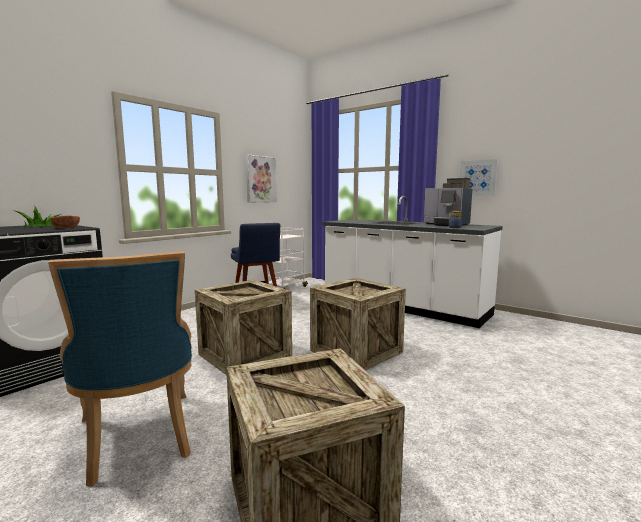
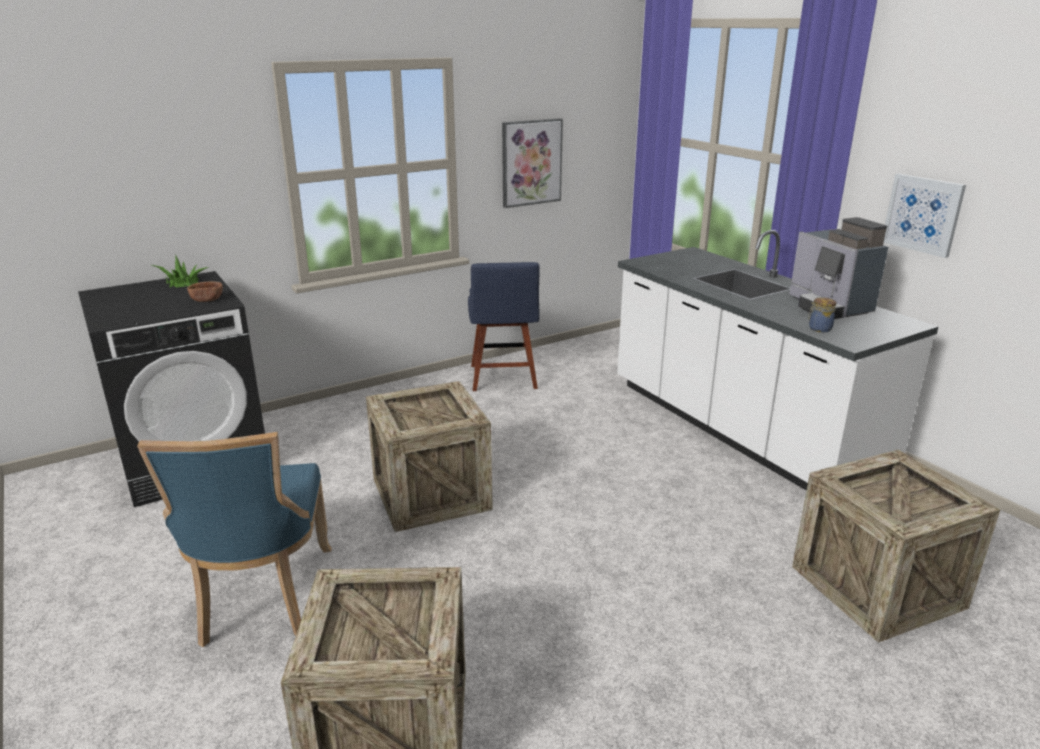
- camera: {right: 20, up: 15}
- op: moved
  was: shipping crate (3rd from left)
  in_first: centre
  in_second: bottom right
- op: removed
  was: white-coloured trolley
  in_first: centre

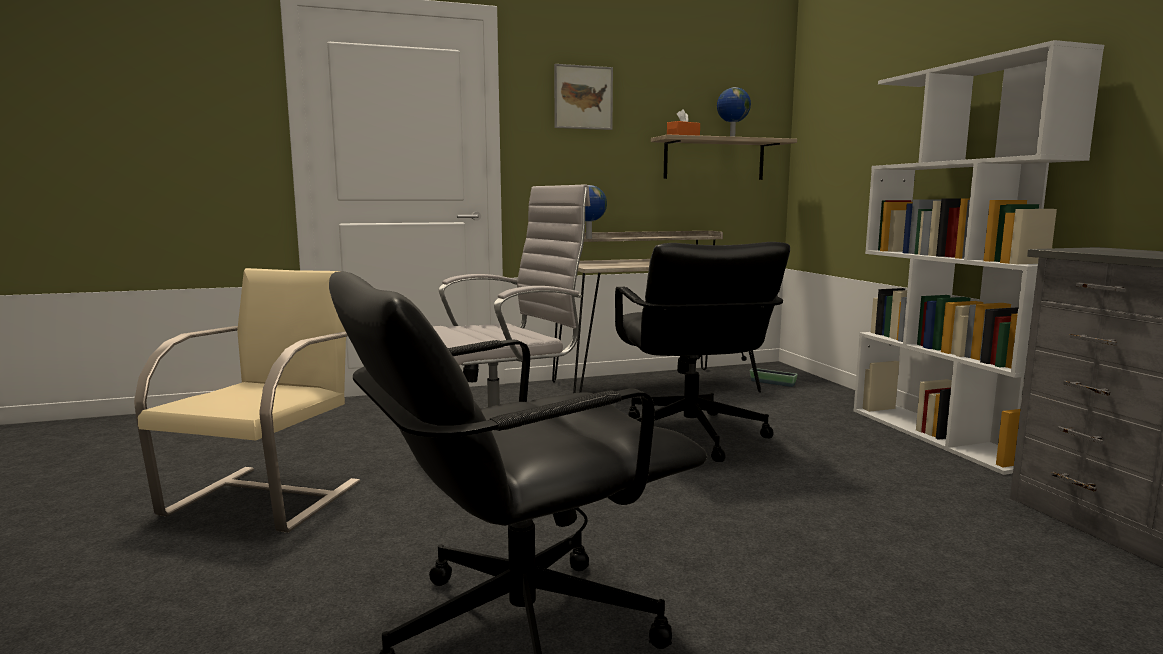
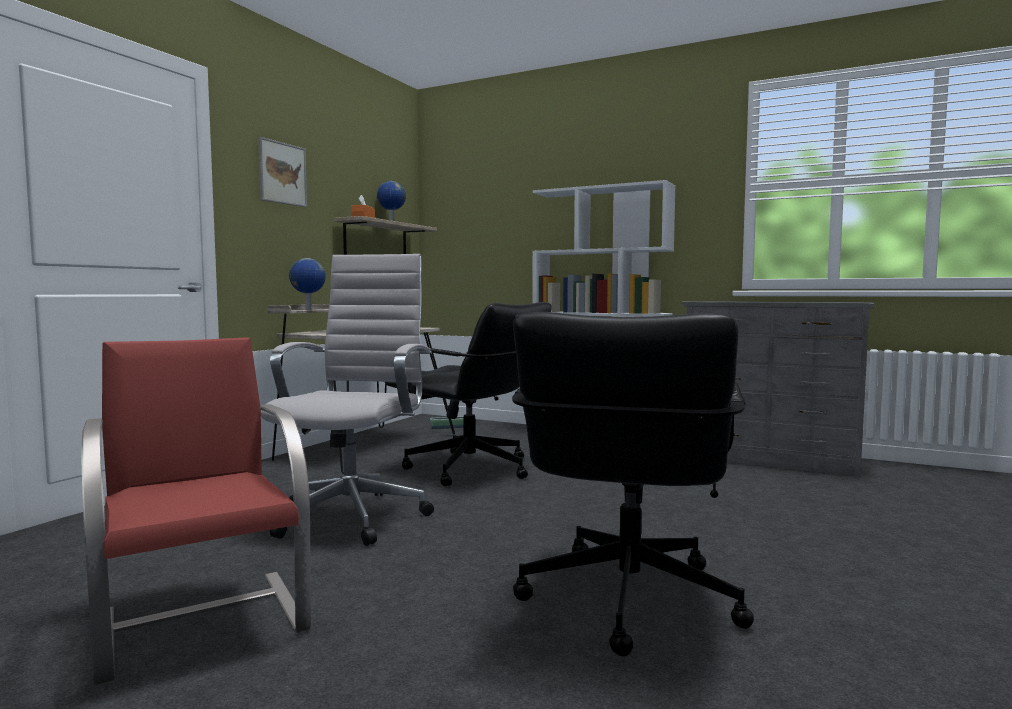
- camera: {right: -45, up: -5}
- op: recoloured
  was: sand-coloured plain chair
  now: reddish plain chair
  in_first: middle left
  in_second: bottom left

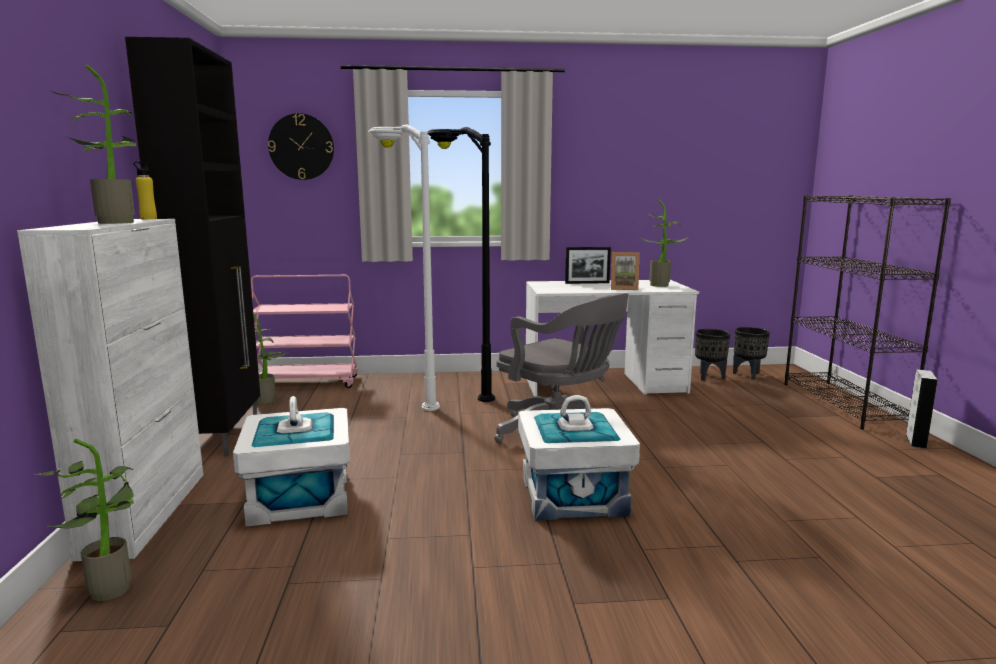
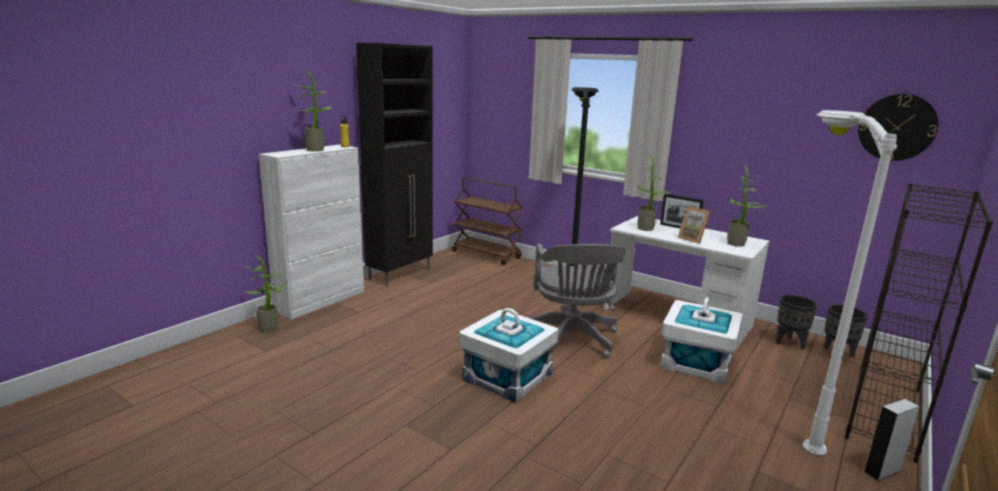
- camera: {right: 40, up: 5}
- op: recoloured
  was: pinkish trolley
  now: brownish trolley
  in_first: middle left
  in_second: centre
- op: moved
  was: plant in a pot (3rd from left)
  in_first: middle left
  in_second: centre
- op: moved
  was: white-coloured storage container (1st from left in the first image)
  now: white-coloured storage container (2nd from left)
  in_first: bottom left
  in_second: bottom right
- op: moved
  was: white-coloured standing lamp
  in_first: centre
  in_second: middle right
- op: moved
  was: clock on the wall
  in_first: top left
  in_second: top right

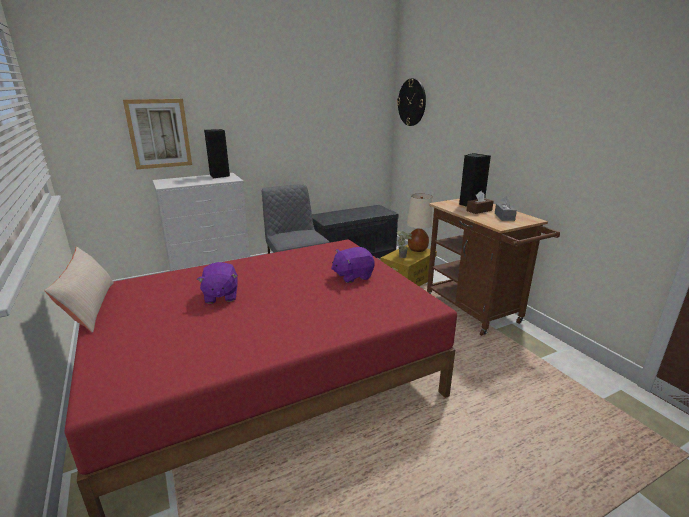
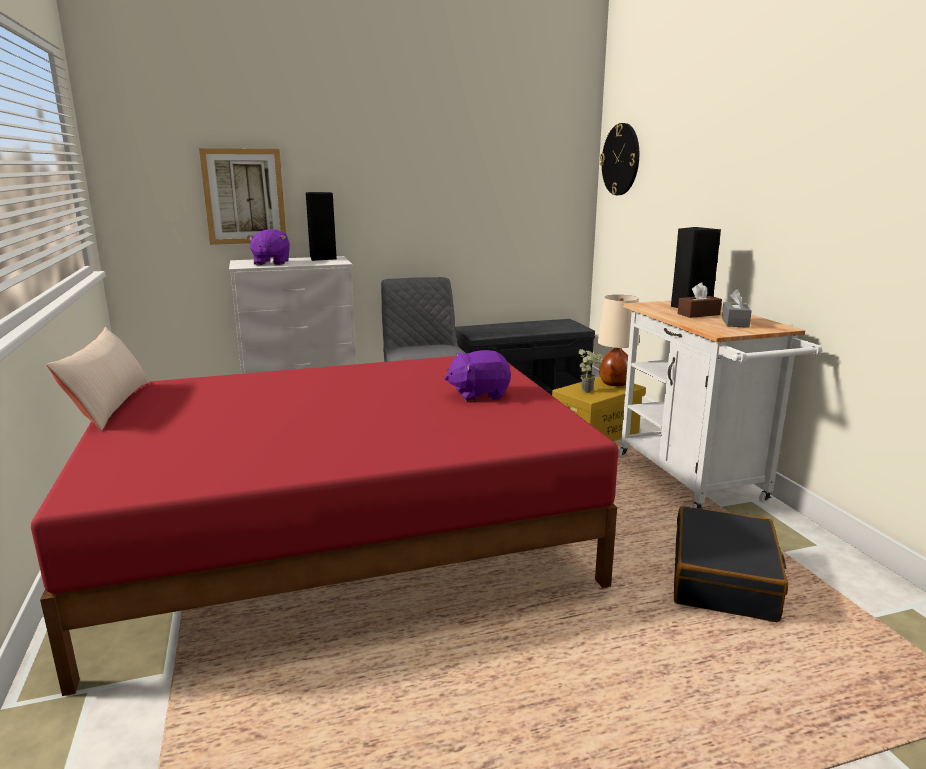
- camera: {right: 10, up: -5}
- op: moved
  was: purplish soft toy (1st from left)
  in_first: middle left
  in_second: top left
- op: recoloured
  was: brownish trolley
  now: white-coloured trolley
  in_first: middle right
  in_second: middle right
- op: added
  now: black-coloured suitcase
  in_second: bottom right

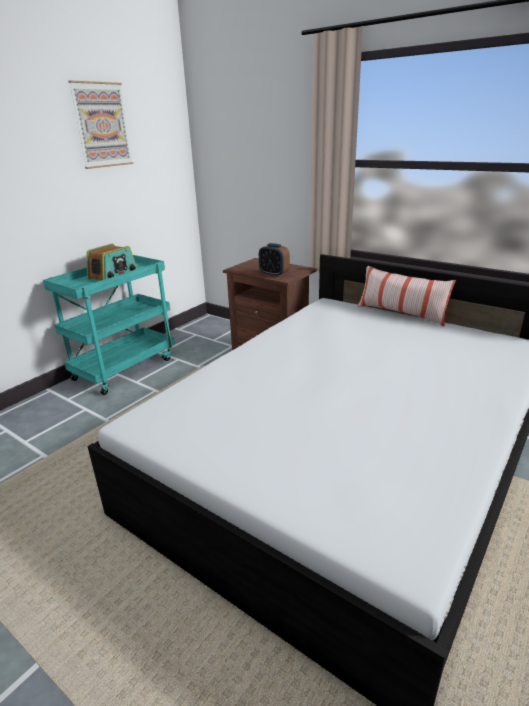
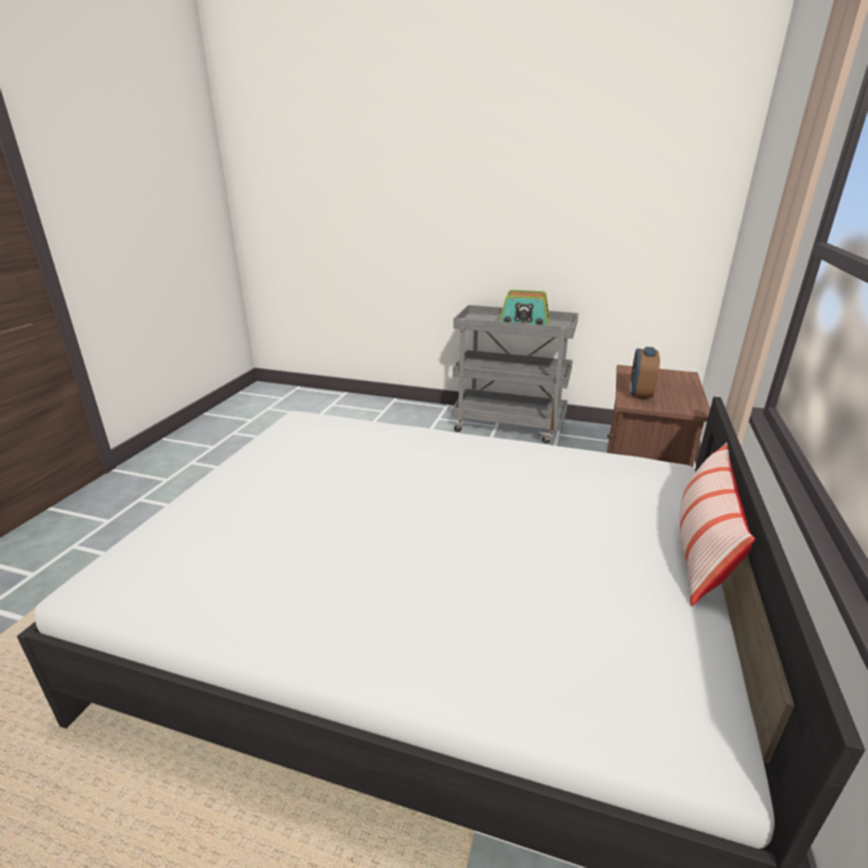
- camera: {right: 70, up: 0}
- op: recoloured
  was: turquoise trolley
  now: greyish trolley
  in_first: middle left
  in_second: centre
- op: removed
  was: picture
  in_first: top left

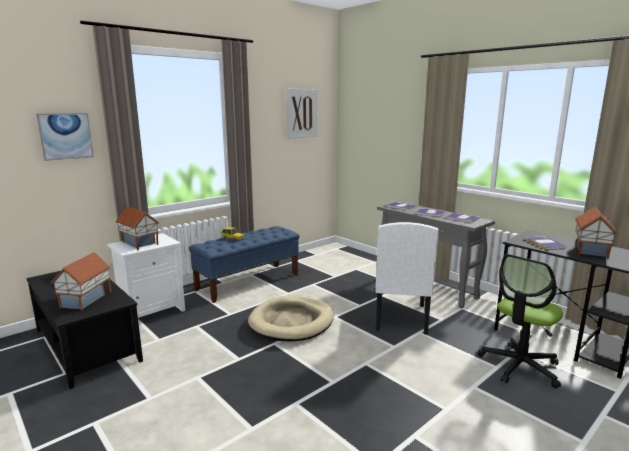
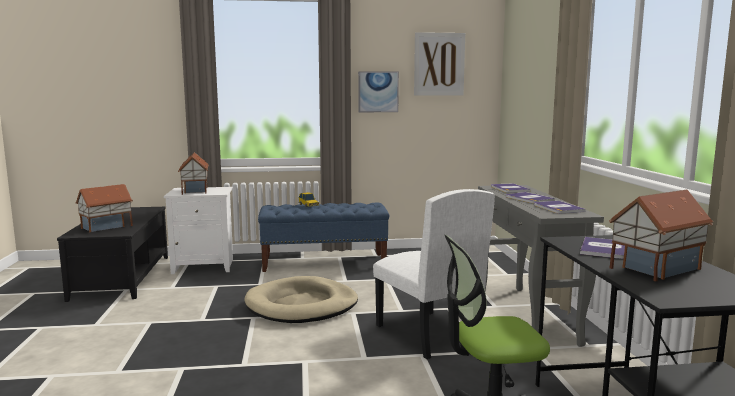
- camera: {right: 35, up: -5}
- op: moved
  was: picture (1st from left)
  in_first: top left
  in_second: top centre
- op: turned
  was: white-coloured plain chair
  in_first: centre
  in_second: bottom centre
  clockwise: -75

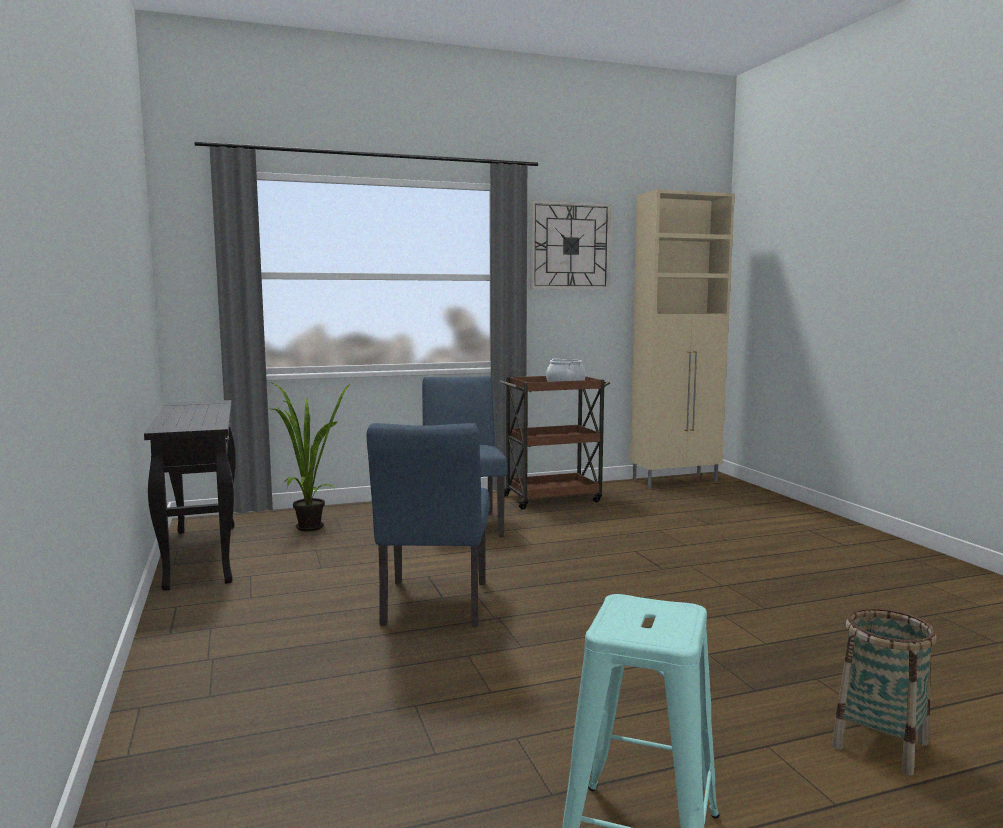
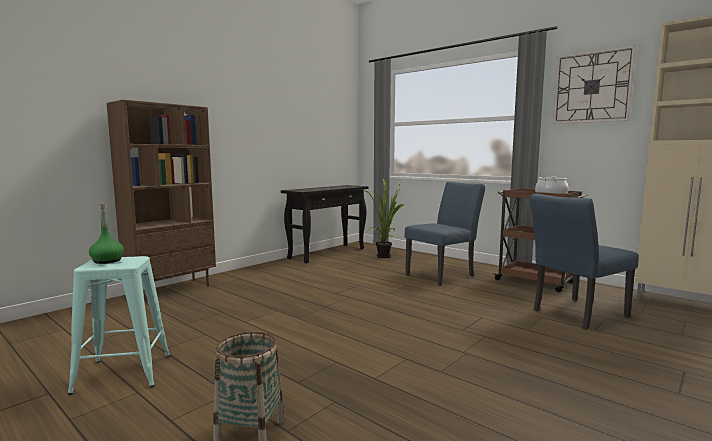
- camera: {right: 60, up: 0}
- op: added
  now: green bottle
  in_second: middle left
- op: added
  now: brownish shelving unit
  in_second: middle left
- op: moved
  was: blue-coloured plain chair (1st from left in the first image)
  now: blue-coloured plain chair (2nd from left)
  in_first: centre
  in_second: middle right

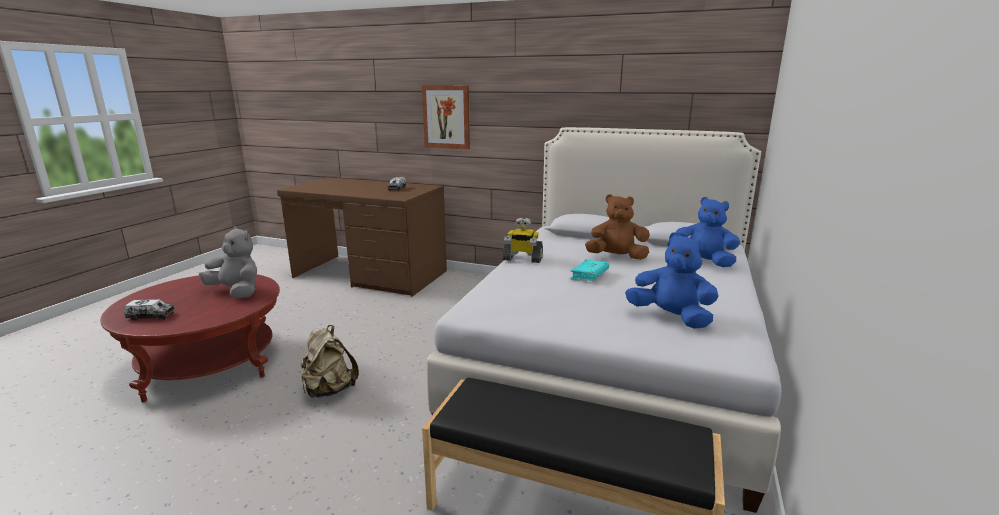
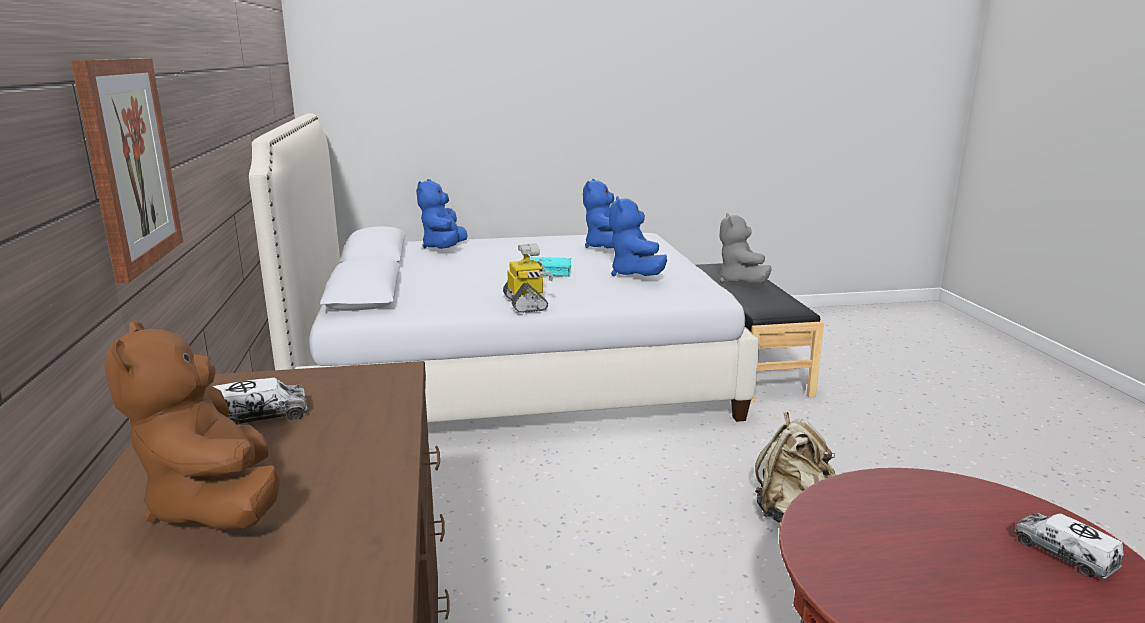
- camera: {right: -120, up: 0}
- op: moved
  was: brownish soft toy
  in_first: centre
  in_second: bottom left
- op: added
  now: blue-coloured soft toy (3rd from left)
  in_second: centre
- op: moved
  was: greyish soft toy
  in_first: middle left
  in_second: centre

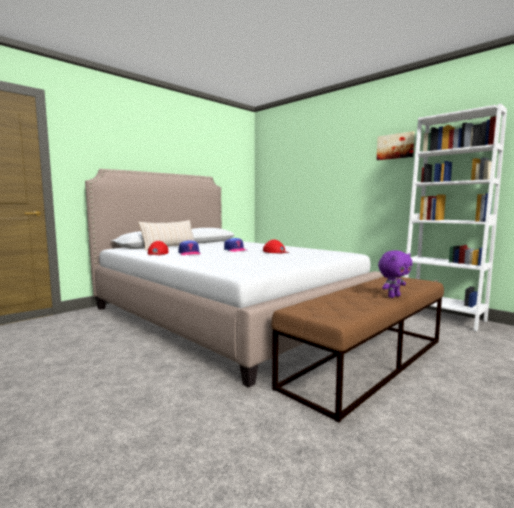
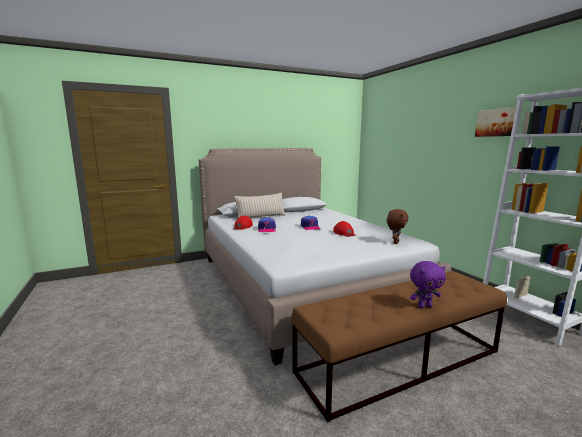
- camera: {right: 20, up: 5}
- op: added
  now: brownish soft toy
  in_second: middle right

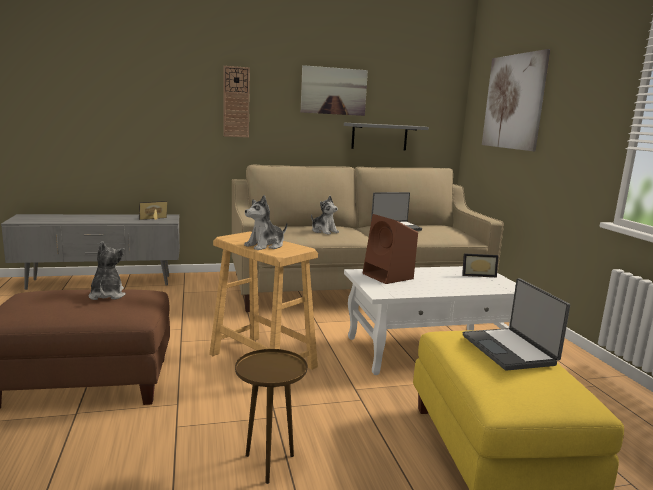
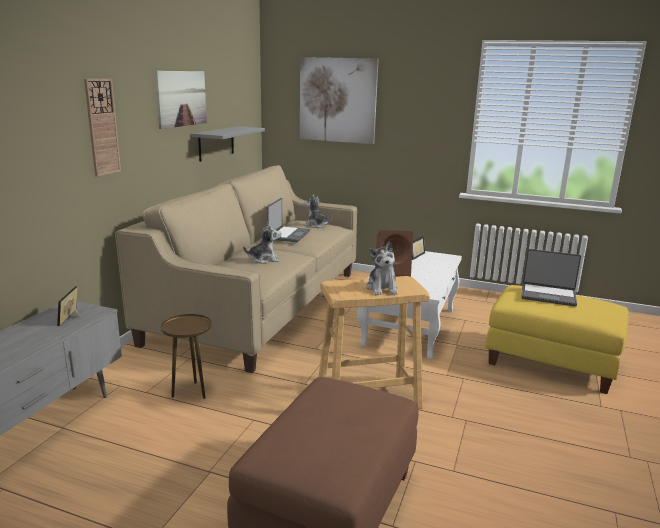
- camera: {right: -55, up: 5}
- op: moved
  was: brownish side table
  in_first: bottom centre
  in_second: bottom left
- op: moved
  was: soft toy (1st from left in the first image)
  now: soft toy (2nd from left)
  in_first: middle left
  in_second: centre

